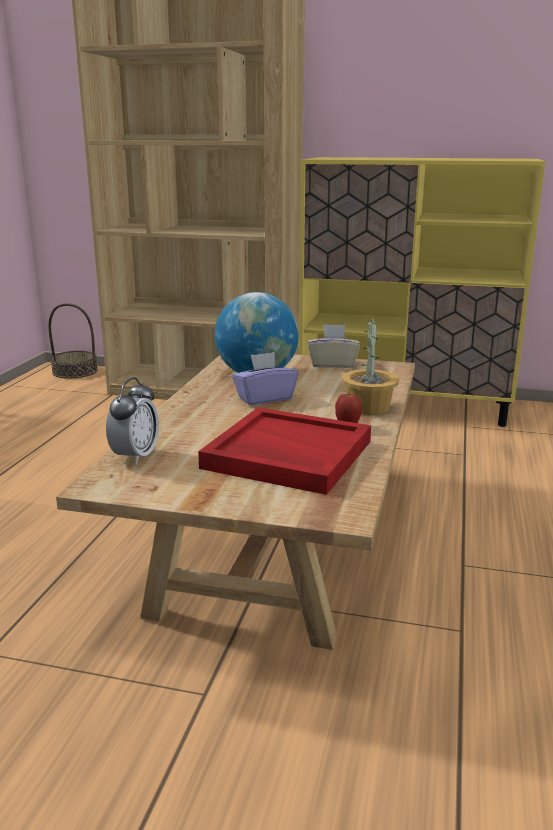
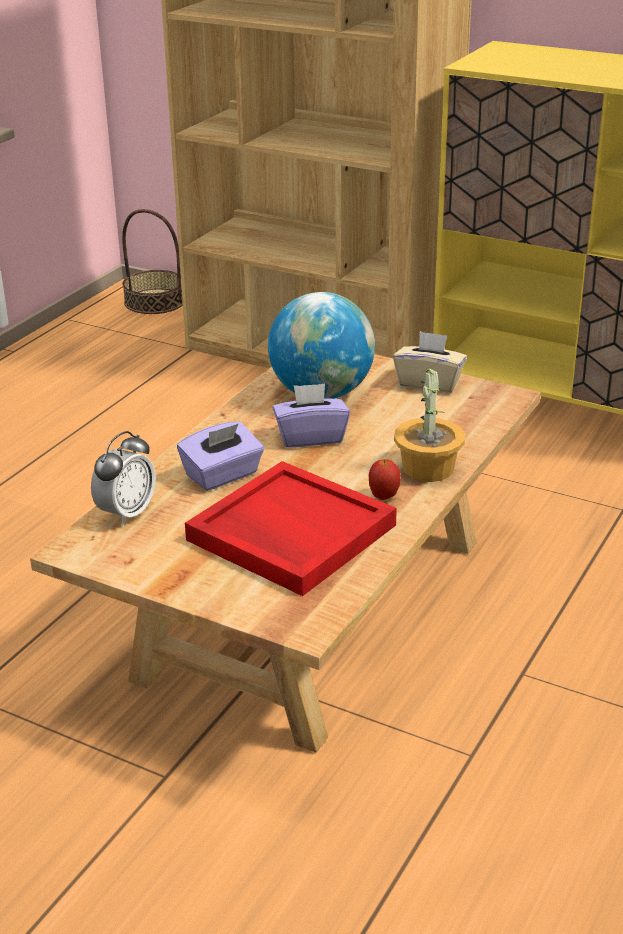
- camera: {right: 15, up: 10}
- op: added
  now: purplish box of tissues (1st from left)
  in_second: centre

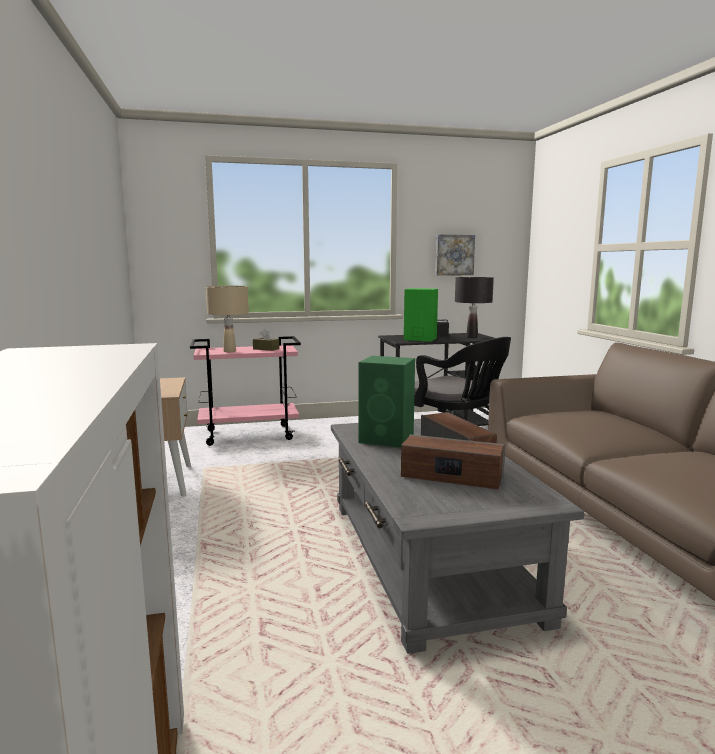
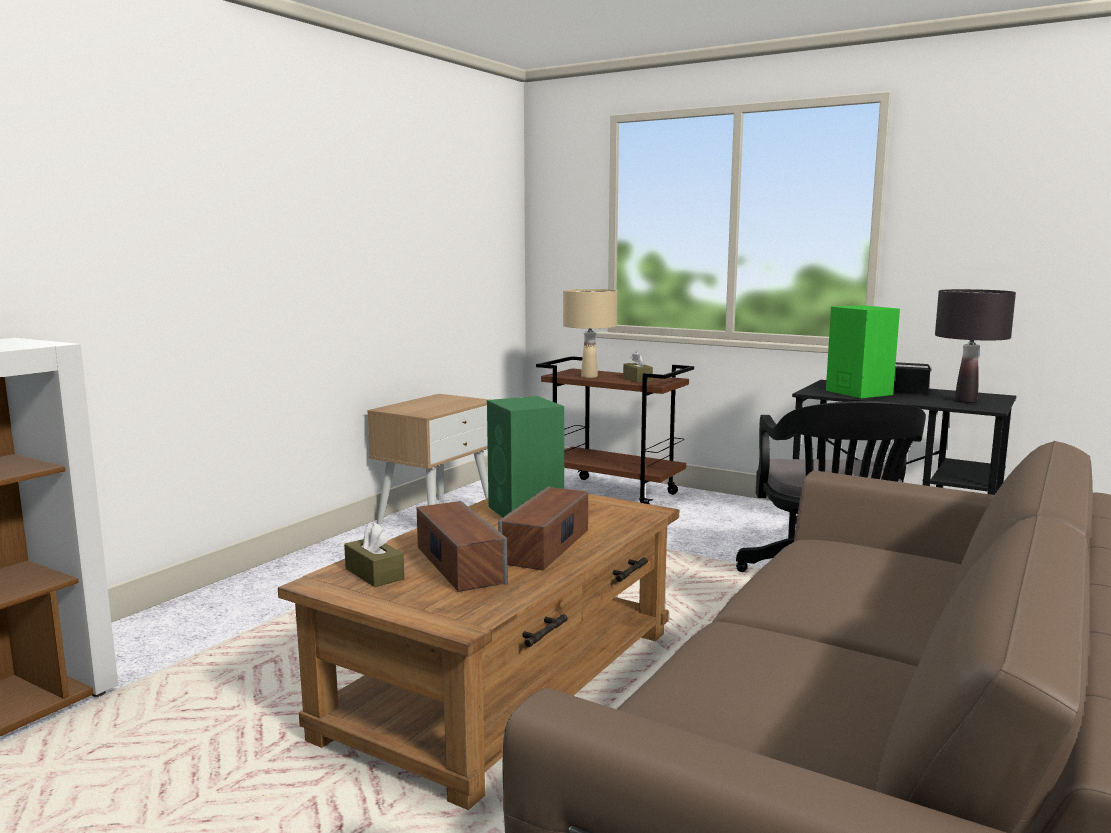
- camera: {right: 45, up: 0}
- op: recoloured
  was: greyish low table
  now: brownish low table
  in_first: bottom centre
  in_second: bottom centre
- op: added
  now: brownish box of tissues (1st from left)
  in_second: centre
- op: recoloured
  was: pinkish trolley
  now: brownish trolley
  in_first: centre
  in_second: centre
- op: removed
  was: picture
  in_first: centre

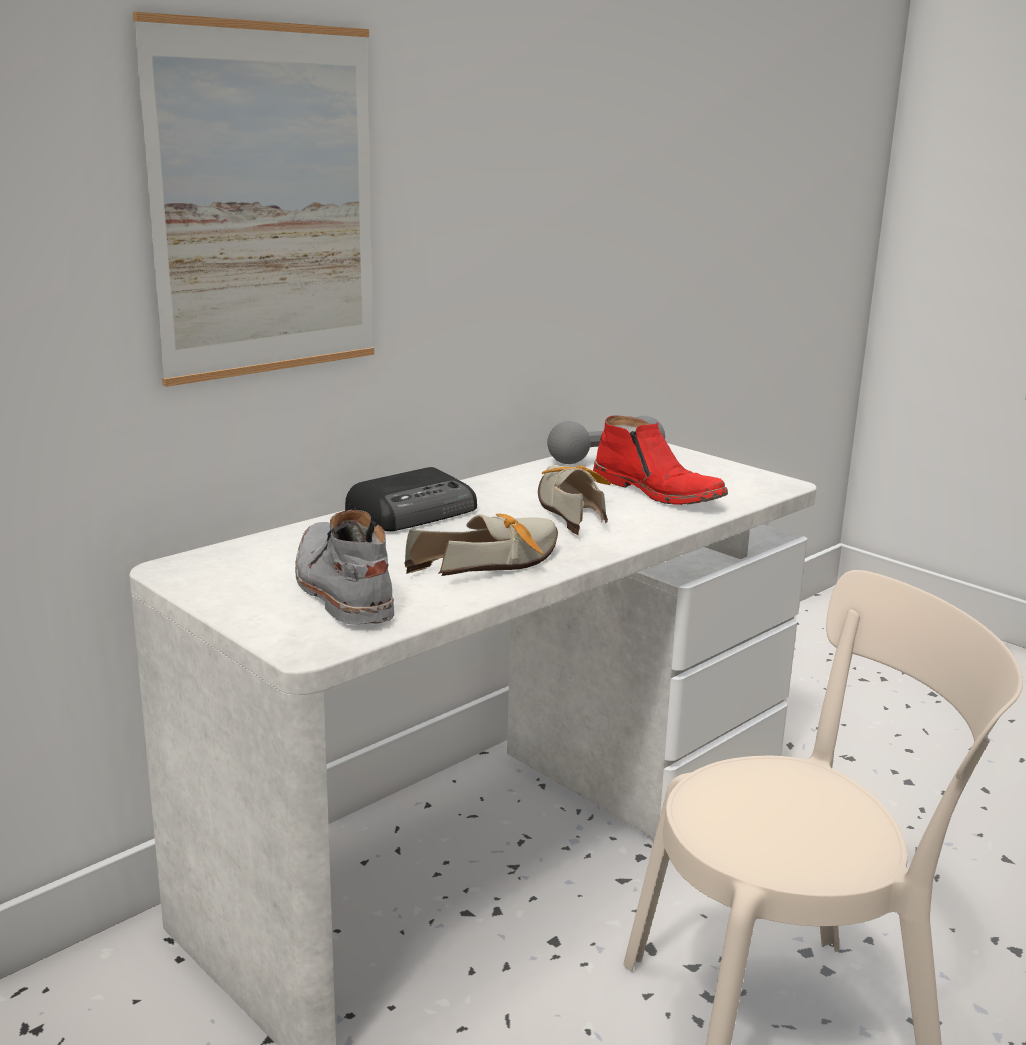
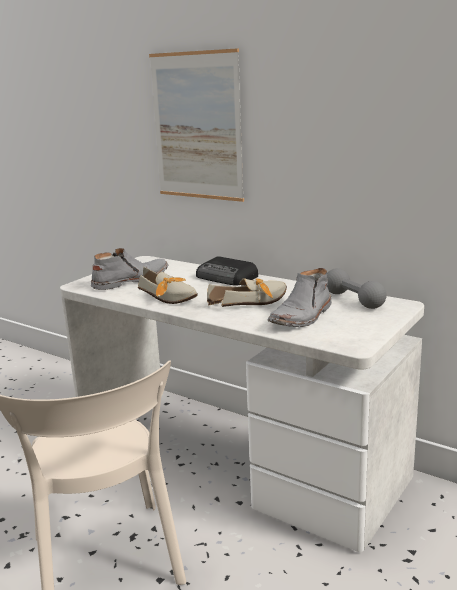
- camera: {right: 80, up: 0}
- op: recoloured
  was: reddish high-top boot
  now: greyish high-top boot (2nd from left)
  in_first: centre
  in_second: centre

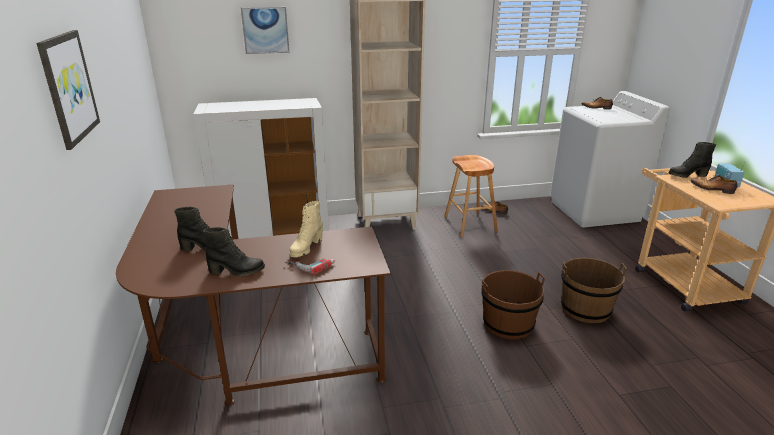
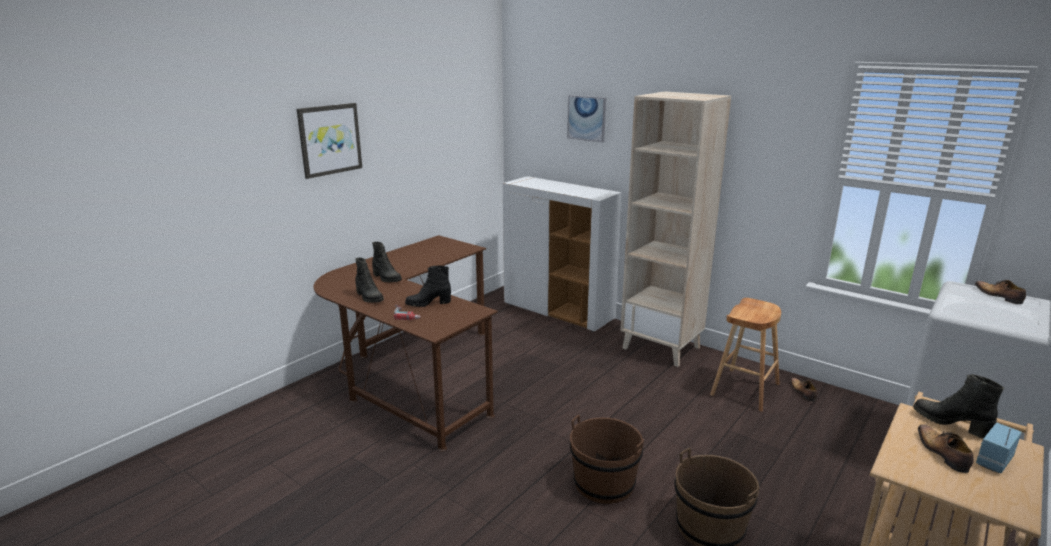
- camera: {right: 50, up: -5}
- op: recoloured
  was: sand-coloured high-top boot
  now: black-coloured high-top boot (3rd from left)
  in_first: centre
  in_second: centre

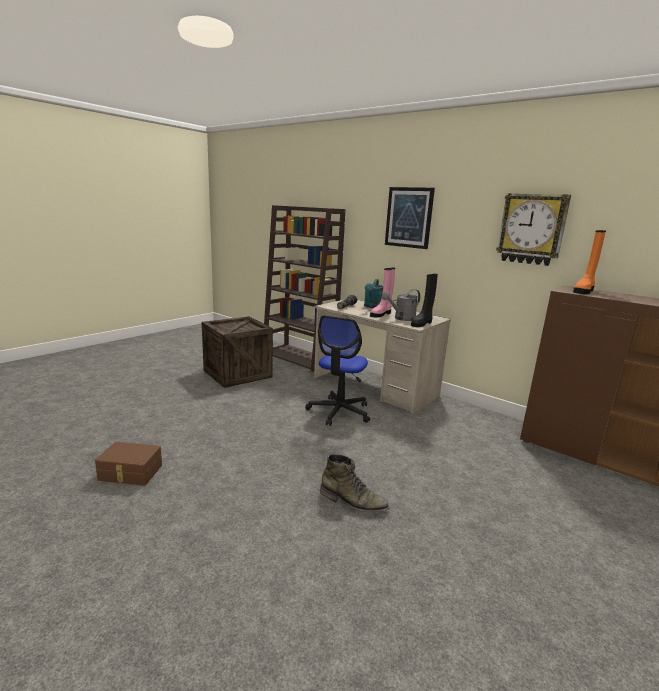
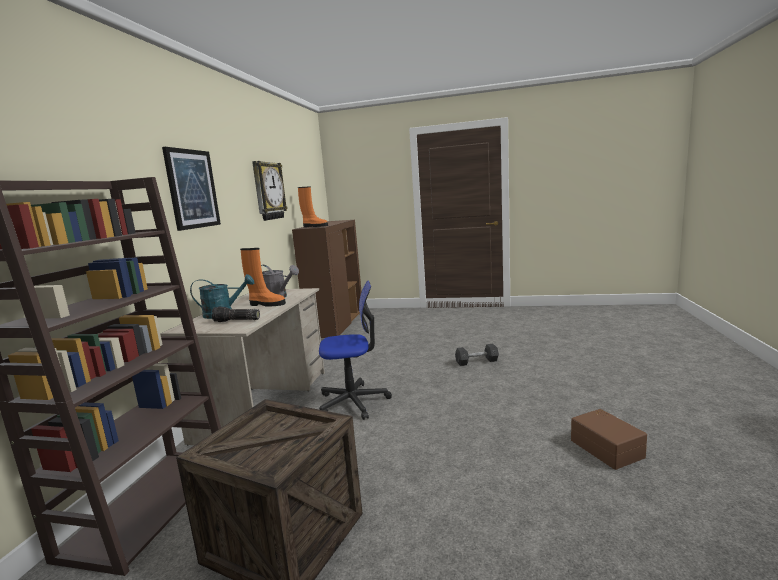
- camera: {right: -115, up: -5}
- op: recoloured
  was: pinkish high-top boot
  now: orange high-top boot (1st from left)
  in_first: centre
  in_second: centre
- op: replaced
  was: green high-top boot
  now: greyish dumbbell
  in_first: bottom centre
  in_second: centre
- op: removed
  was: black-coloured high-top boot
  in_first: centre

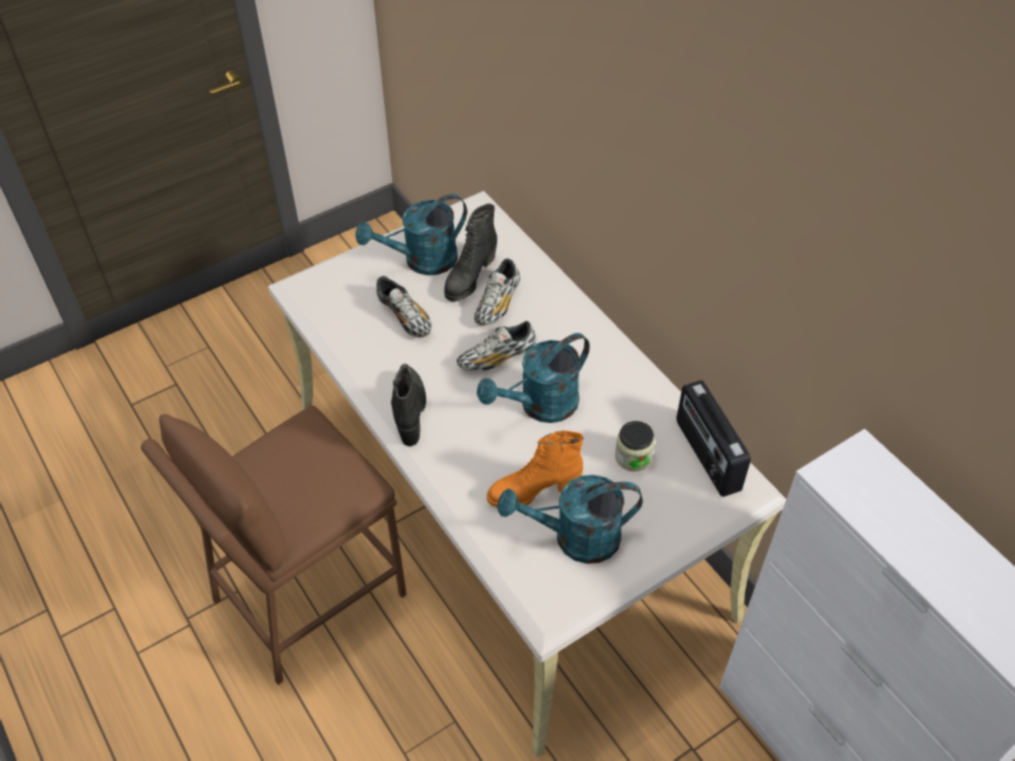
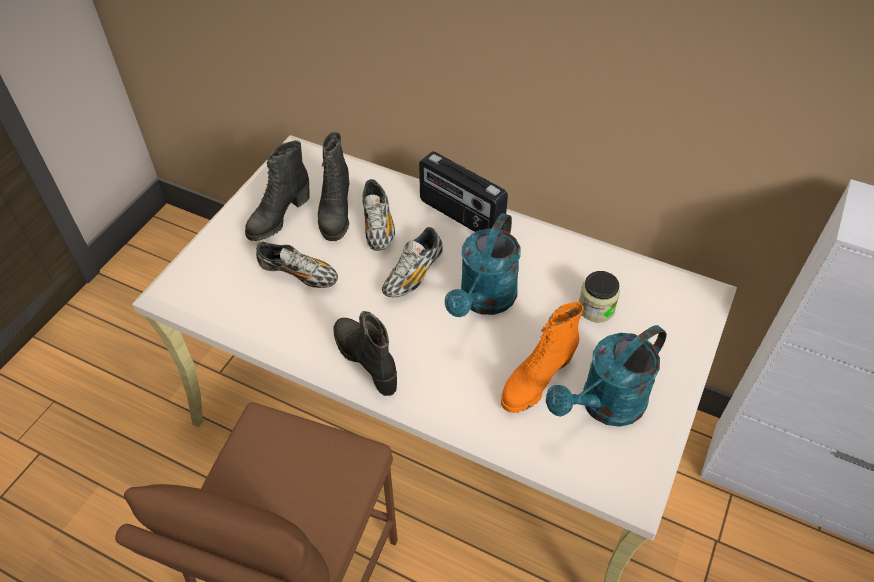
- camera: {right: -30, up: 0}
- op: replaced
  was: turquoise watering can (1st from left)
  now: black-coloured high-top boot (1st from left)
  in_first: top centre
  in_second: top left
- op: moved
  was: radio set
  in_first: middle right
  in_second: top centre

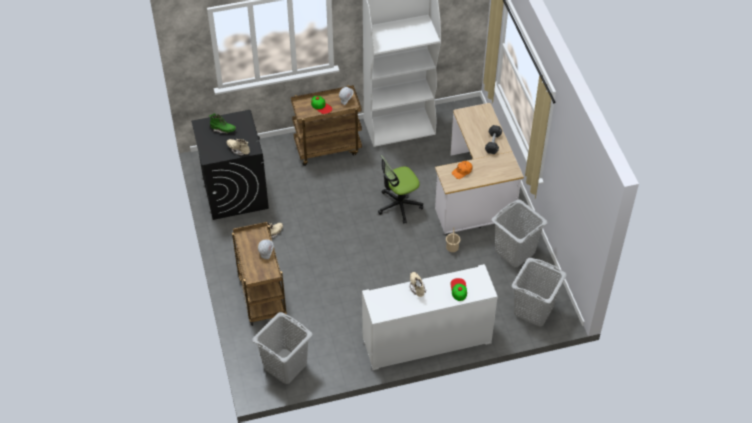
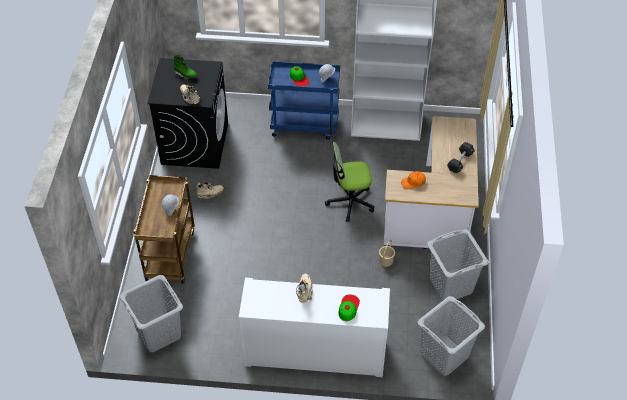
- camera: {right: 20, up: 0}
- op: recoloured
  was: brownish trolley (2nd from left)
  now: blue-coloured trolley
  in_first: top centre
  in_second: top centre

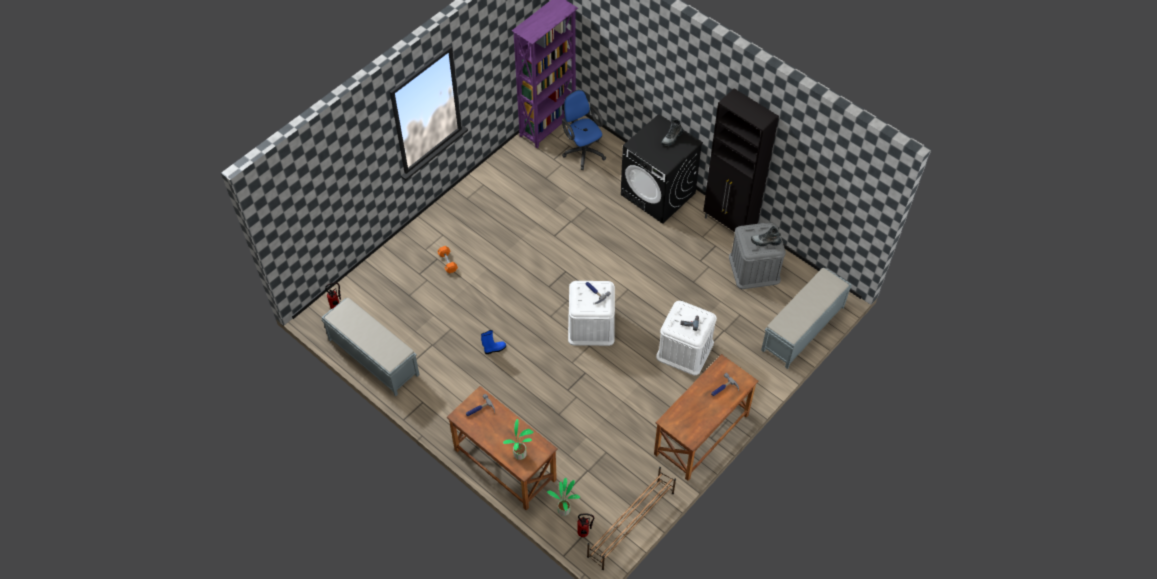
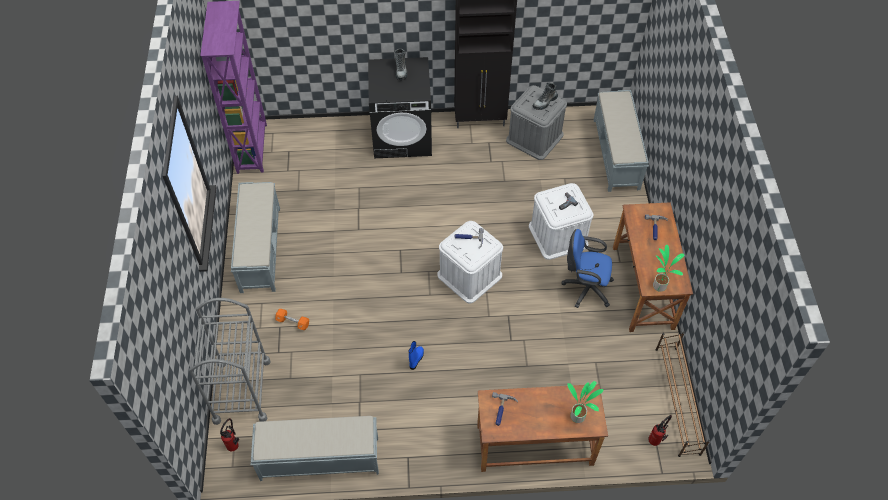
- camera: {right: -45, up: 0}
- op: added
  now: greyish trolley
  in_second: bottom left
- op: added
  now: greyish bench (1st from left)
  in_second: middle left
- op: moved
  was: blue-coloured computer chair
  in_first: top centre
  in_second: centre
- op: moved
  was: plant in a pot (2nd from left)
  in_first: bottom centre
  in_second: middle right

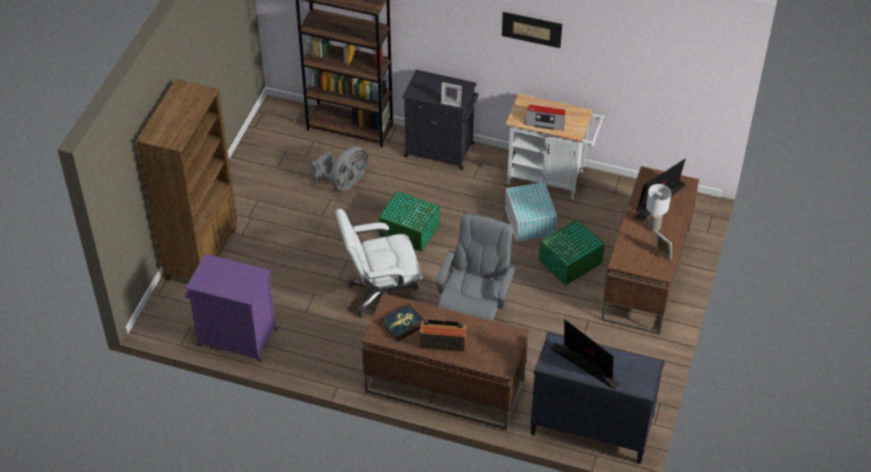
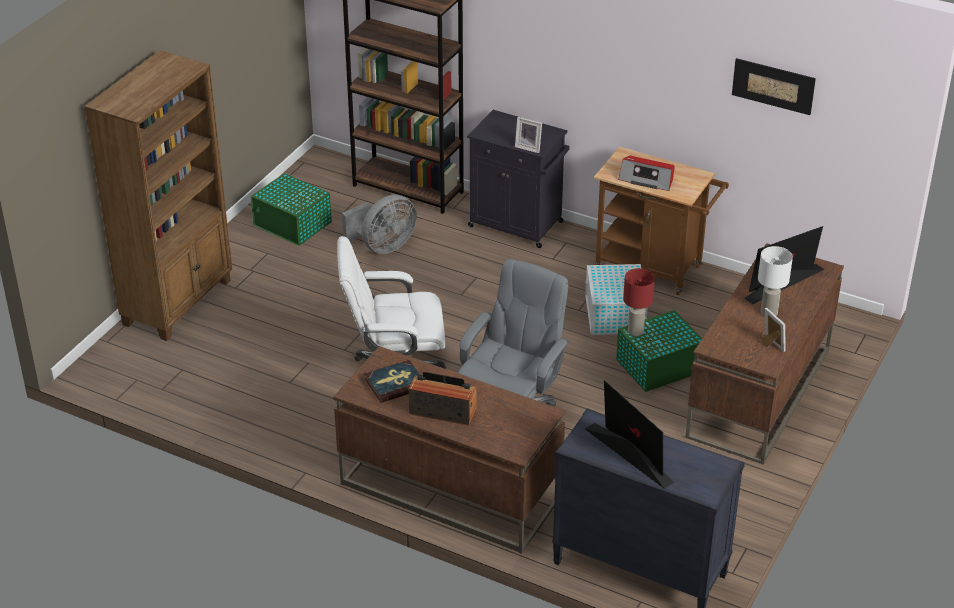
- camera: {right: 10, up: -10}
- op: moved
  was: green storage container (1st from left)
  in_first: centre
  in_second: middle left
- op: recoloured
  was: white-coloured trolley
  now: brownish trolley
  in_first: top centre
  in_second: middle right
- op: added
  now: reddish table lamp
  in_second: middle right
- op: moved
  was: picture
  in_first: top centre
  in_second: top right
- op: removed
  was: purplish cupboard
  in_first: middle left

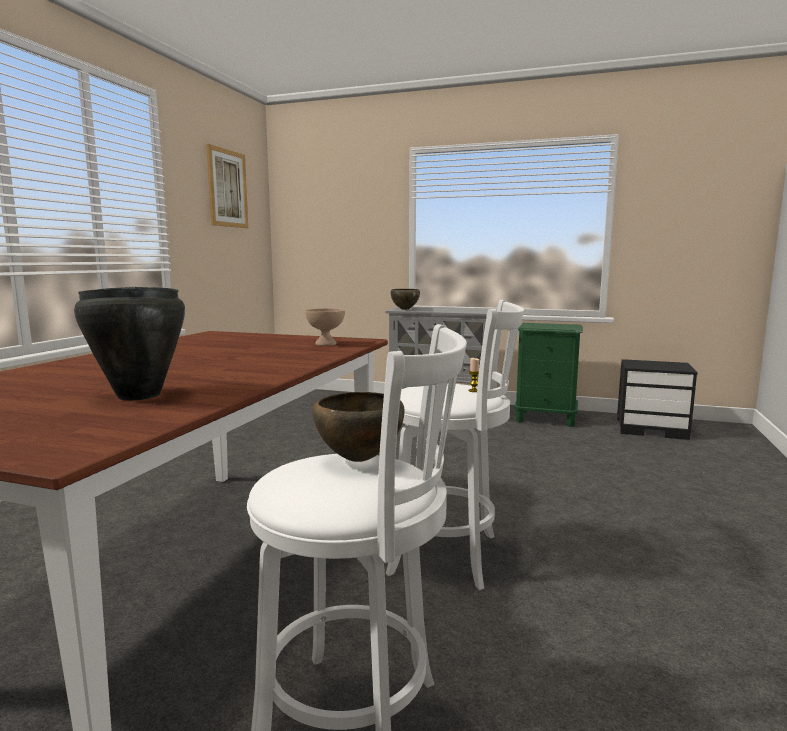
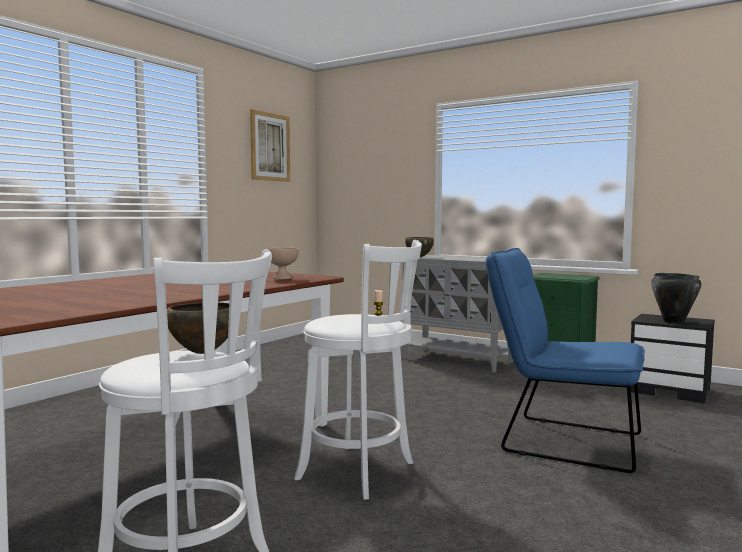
- camera: {right: 15, up: -5}
- op: added
  now: blue-coloured plain chair
  in_second: middle right
- op: moved
  was: black-coloured cooking pot
  in_first: middle left
  in_second: middle right

